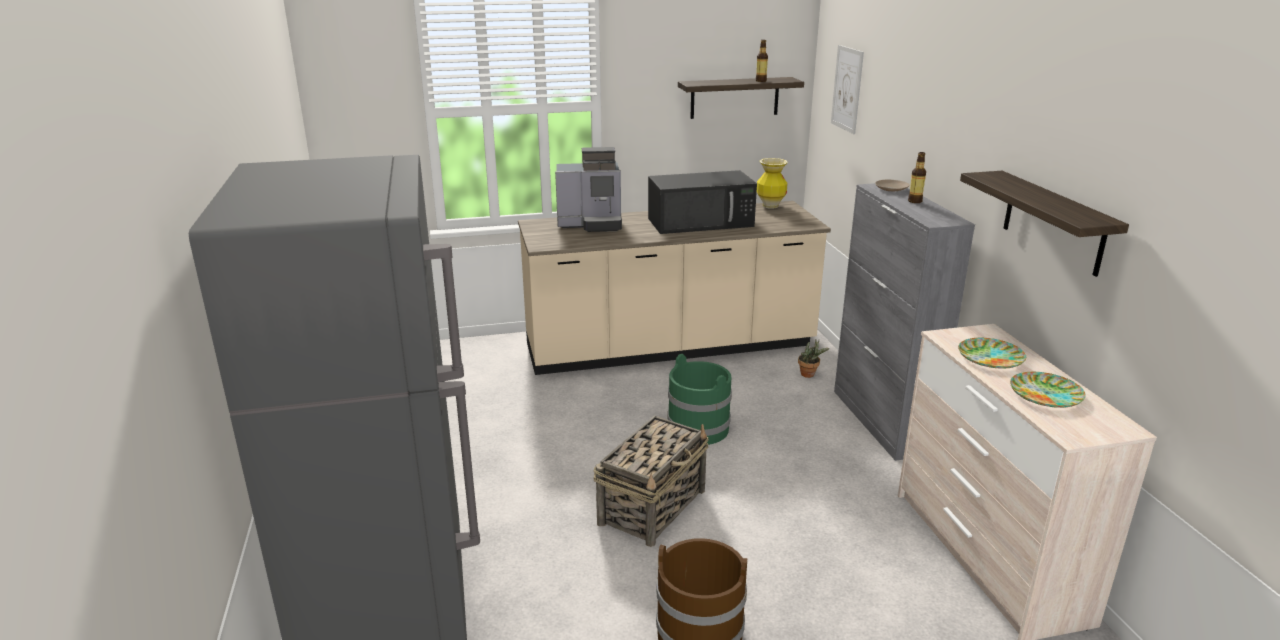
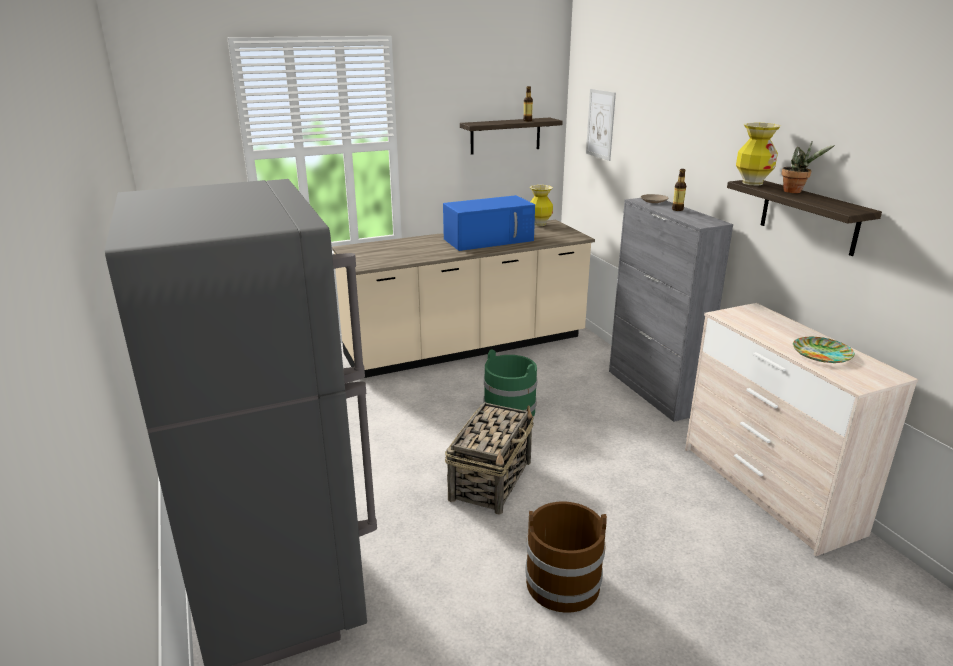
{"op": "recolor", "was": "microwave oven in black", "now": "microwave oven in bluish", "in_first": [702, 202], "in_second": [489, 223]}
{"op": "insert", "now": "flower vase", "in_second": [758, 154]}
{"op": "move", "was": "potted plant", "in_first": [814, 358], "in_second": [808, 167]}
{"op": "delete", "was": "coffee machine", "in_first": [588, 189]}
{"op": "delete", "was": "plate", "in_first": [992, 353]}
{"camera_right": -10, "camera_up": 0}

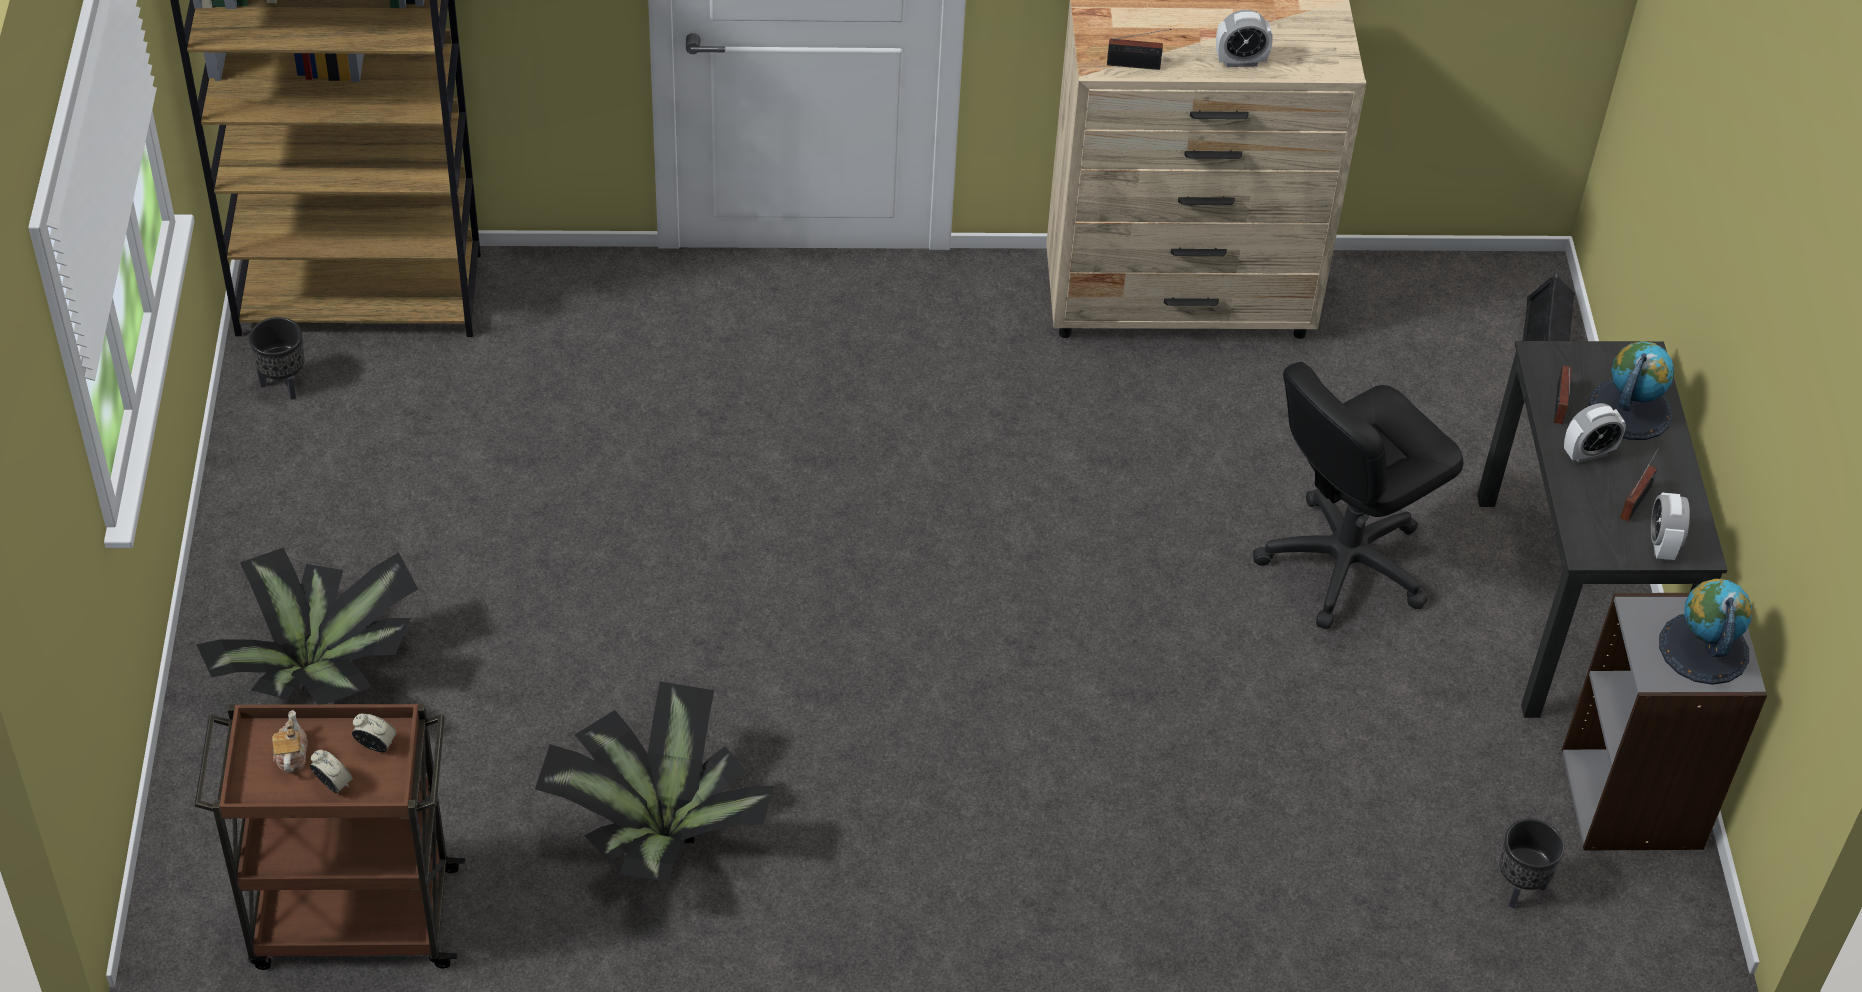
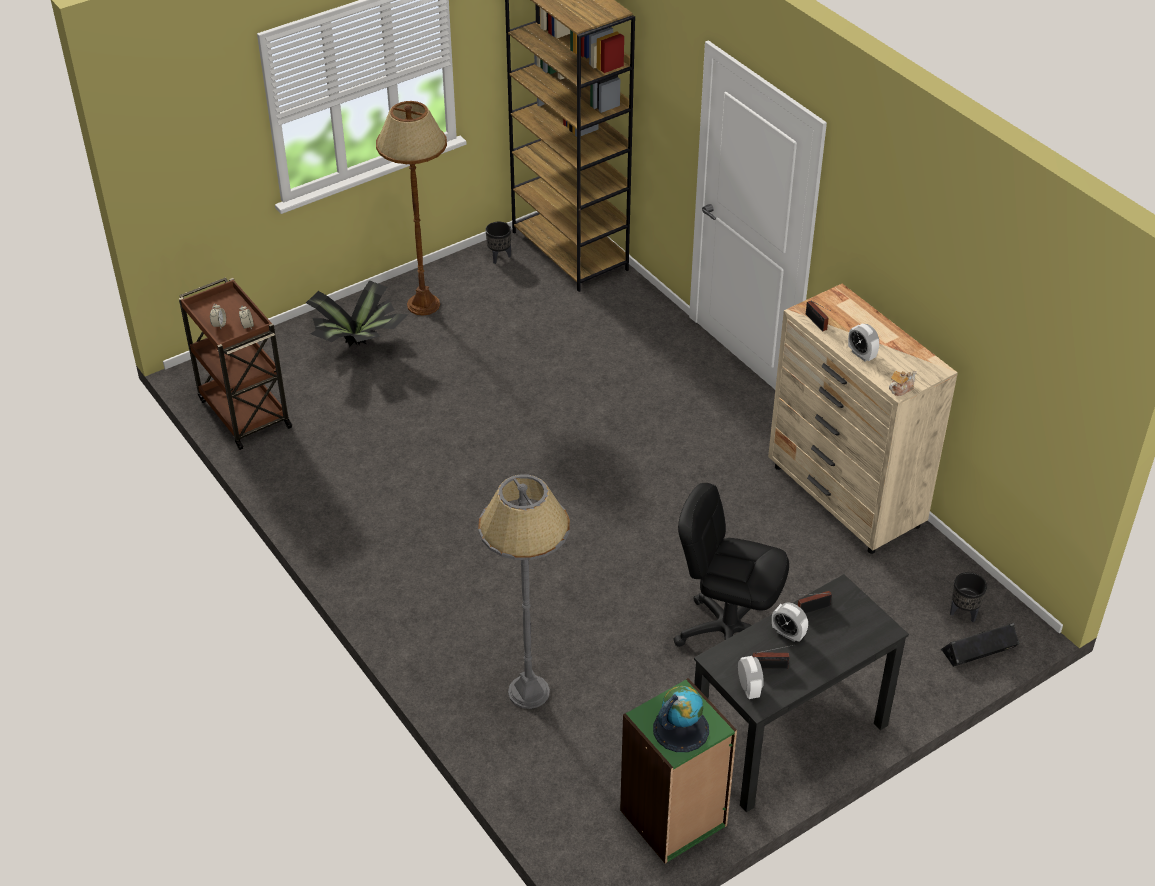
{"op": "insert", "now": "standing lamp in brownish", "in_second": [411, 208]}
{"op": "insert", "now": "standing lamp in gray", "in_second": [524, 591]}
{"op": "recolor", "was": "shelving unit in gray", "now": "shelving unit in green-coloured", "in_first": [1664, 722], "in_second": [678, 771]}
{"op": "rotate", "was": "bedside clock", "in_first": [1670, 526], "in_second": [751, 677], "clockwise": 105}
{"op": "move", "was": "teapot", "in_first": [290, 741], "in_second": [903, 383]}
{"op": "move", "was": "planter in black", "in_first": [1531, 863], "in_second": [968, 597]}
{"op": "delete", "was": "potted plant", "in_first": [654, 781]}
{"op": "delete", "was": "desk globe", "in_first": [1631, 390]}
{"camera_right": 60, "camera_up": -5}

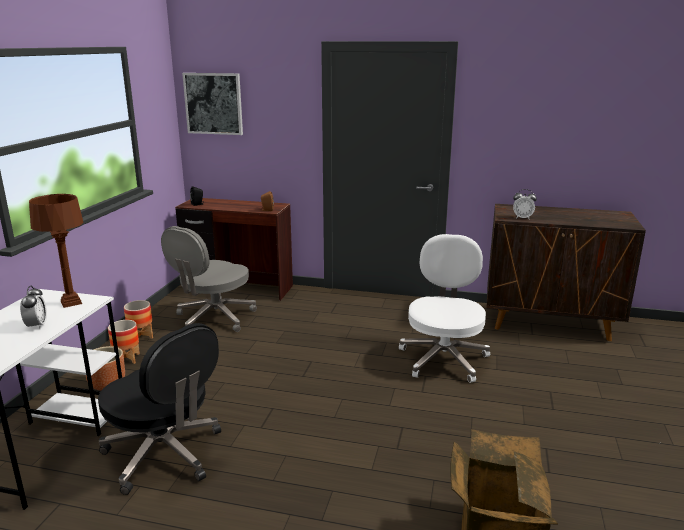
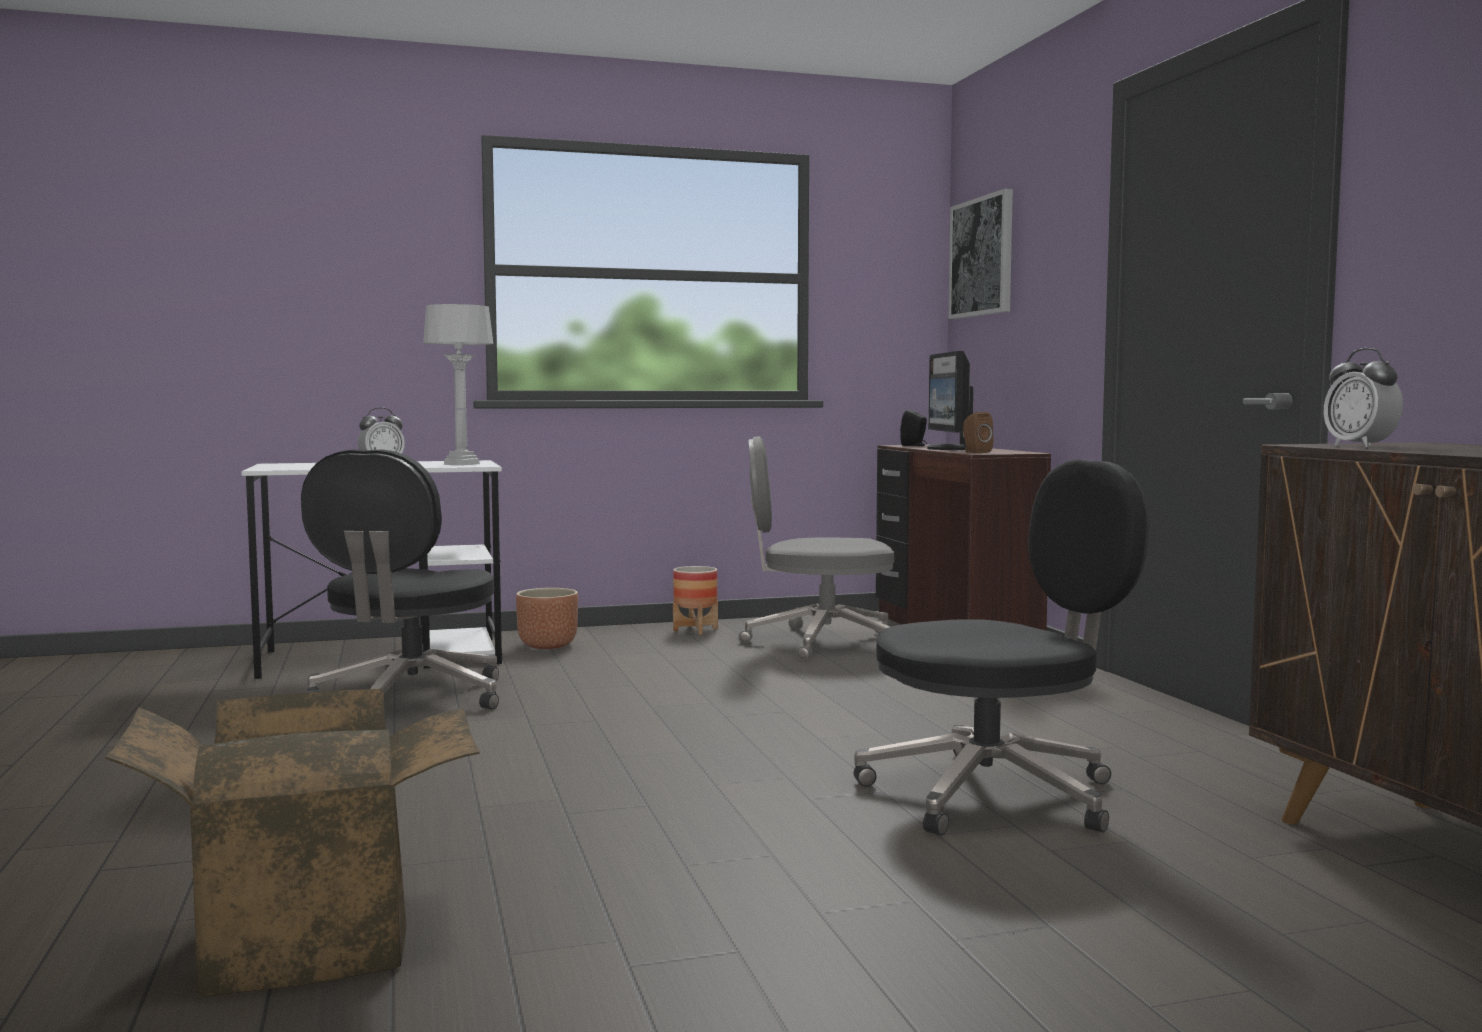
{"op": "recolor", "was": "table lamp in brownish", "now": "table lamp in gray", "in_first": [56, 251], "in_second": [458, 384]}
{"op": "recolor", "was": "office chair in white", "now": "office chair in black", "in_first": [444, 308], "in_second": [1001, 647]}
{"op": "insert", "now": "computer display", "in_second": [950, 400]}
{"op": "delete", "was": "planter", "in_first": [124, 342]}
{"camera_right": 60, "camera_up": -15}

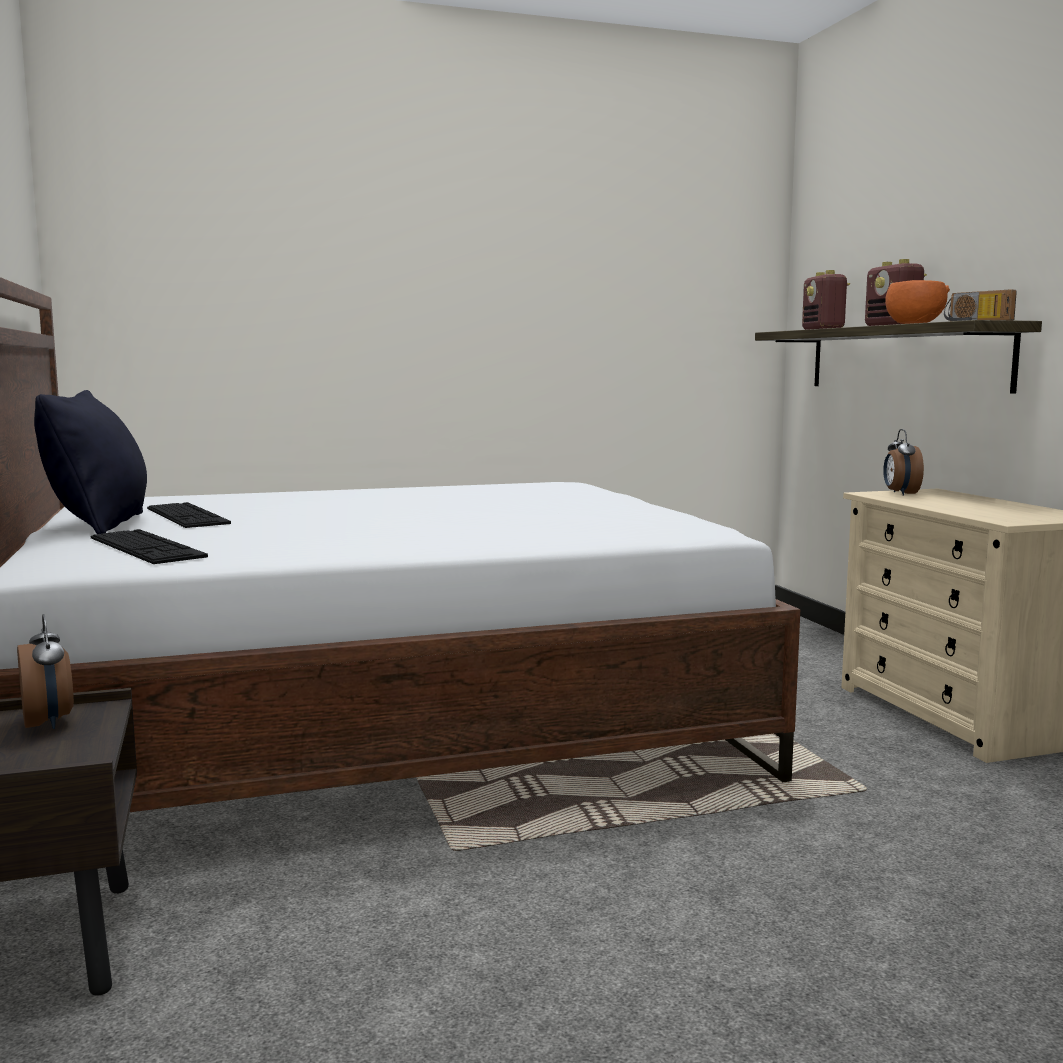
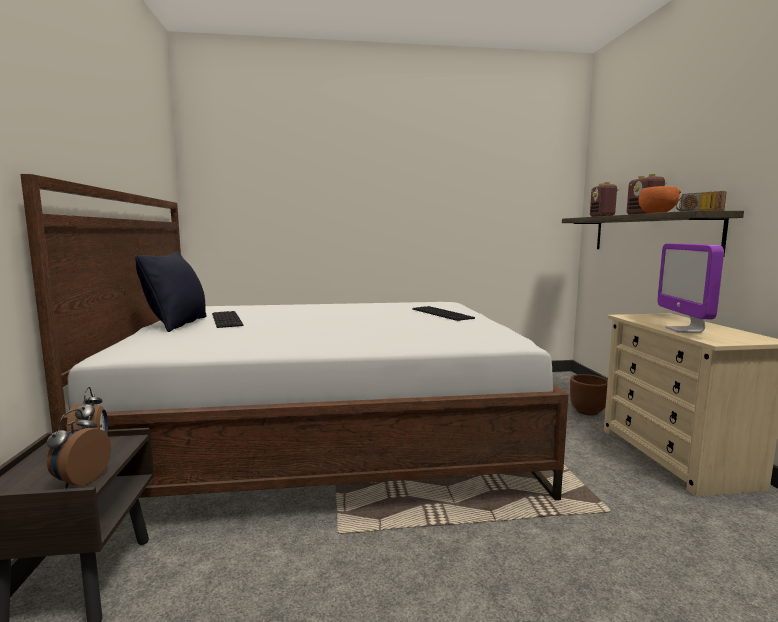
{"op": "move", "was": "bedside clock", "in_first": [903, 462], "in_second": [79, 449]}
{"op": "move", "was": "PC keyboard", "in_first": [149, 546], "in_second": [443, 313]}
{"op": "insert", "now": "planter in brownish", "in_second": [589, 394]}
{"op": "insert", "now": "computer display", "in_second": [690, 288]}
{"camera_right": 10, "camera_up": 0}

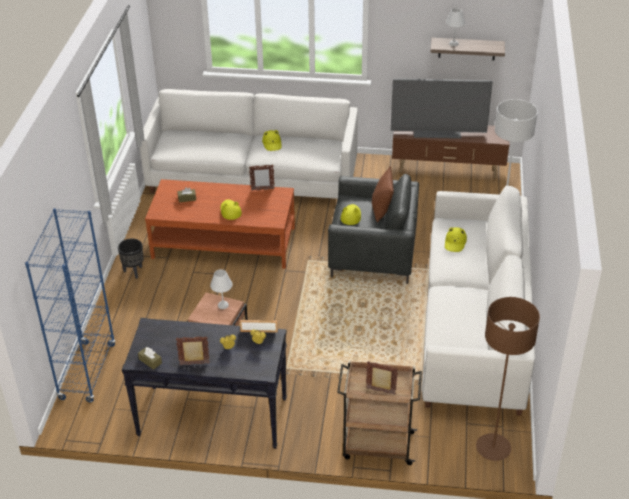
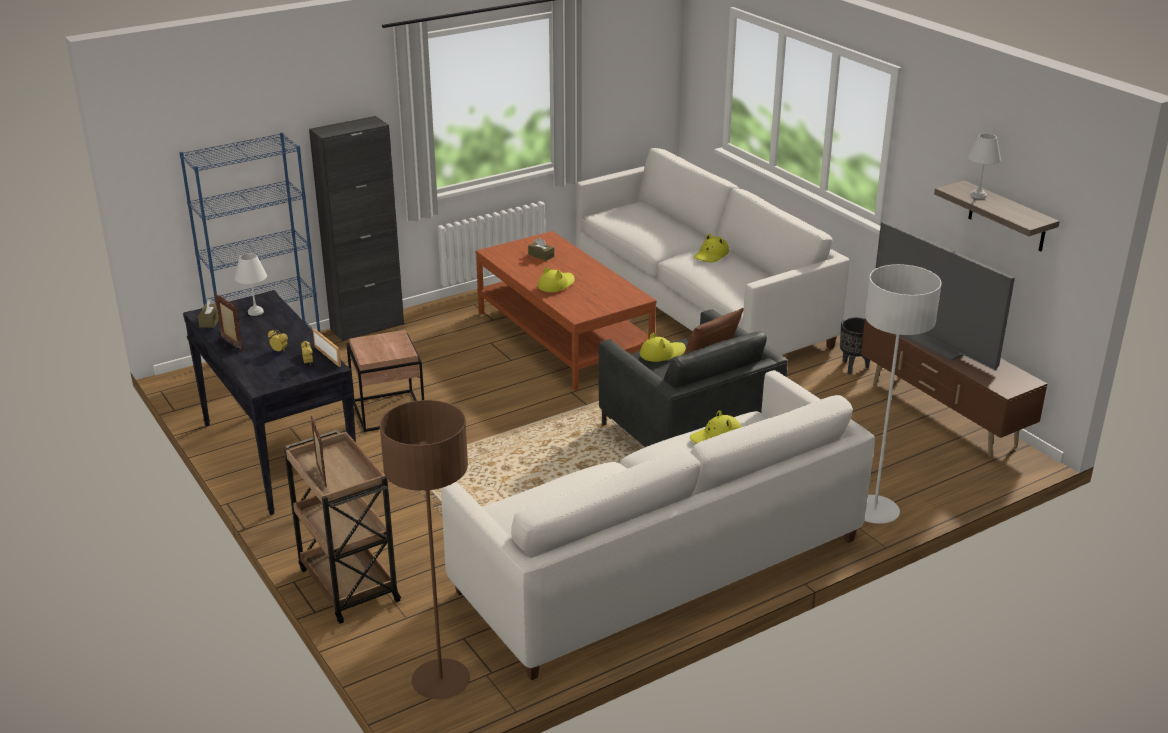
{"op": "move", "was": "table lamp in white", "in_first": [221, 289], "in_second": [251, 284]}
{"op": "insert", "now": "cabinet in black", "in_second": [356, 229]}
{"op": "move", "was": "planter in black", "in_first": [131, 258], "in_second": [855, 346]}
{"op": "delete", "was": "picture frame", "in_first": [262, 177]}
{"camera_right": 50, "camera_up": -10}

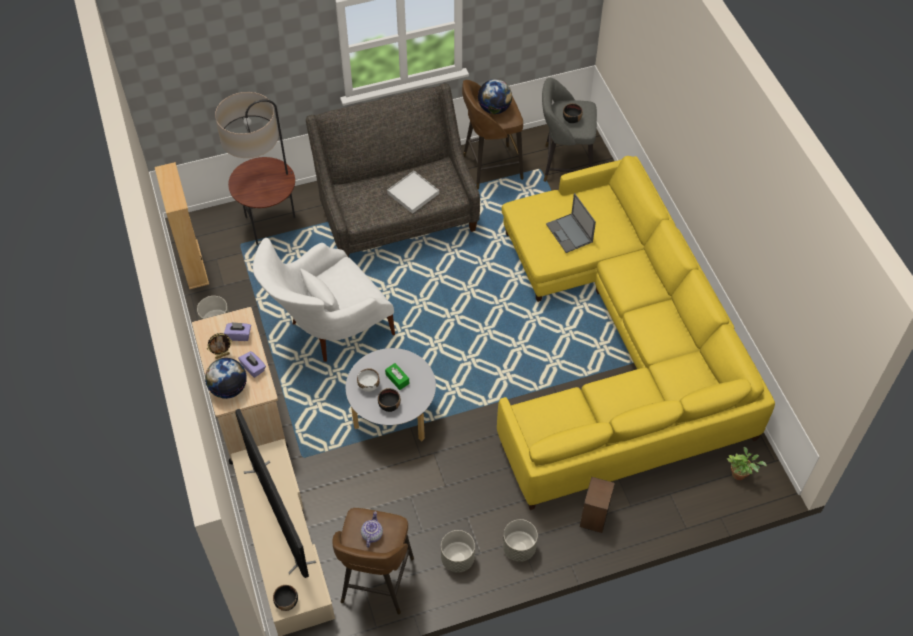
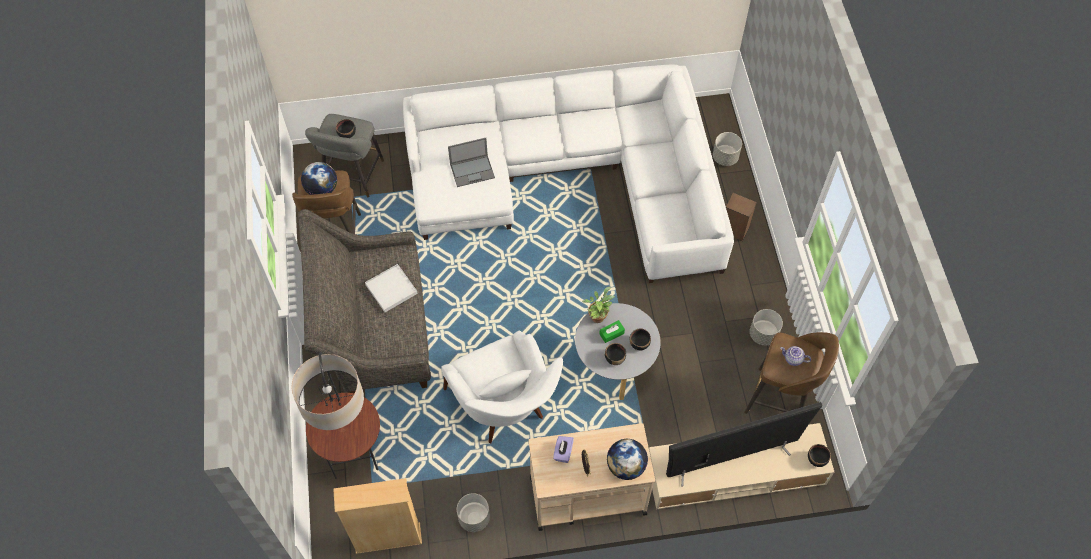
{"op": "recolor", "was": "settee in yellowish", "now": "settee in white", "in_first": [636, 333], "in_second": [568, 173]}
{"op": "move", "was": "potted plant", "in_first": [747, 463], "in_second": [598, 305]}
{"op": "recolor", "was": "serving bowl in white", "now": "serving bowl in black", "in_first": [368, 380], "in_second": [615, 354]}
{"op": "move", "was": "planter in gray", "in_first": [520, 540], "in_second": [727, 149]}
{"op": "delete", "was": "tissue box in purple-coloured", "in_first": [252, 364]}
{"camera_right": -80, "camera_up": 5}

